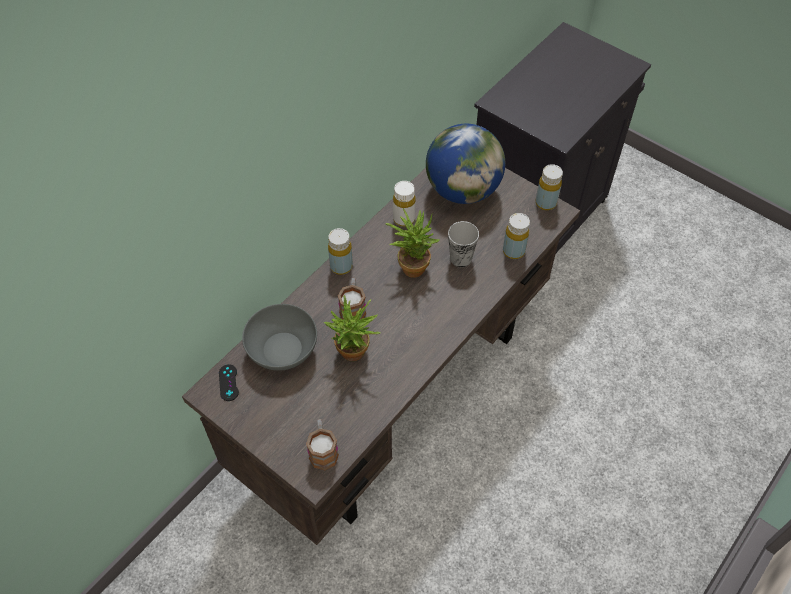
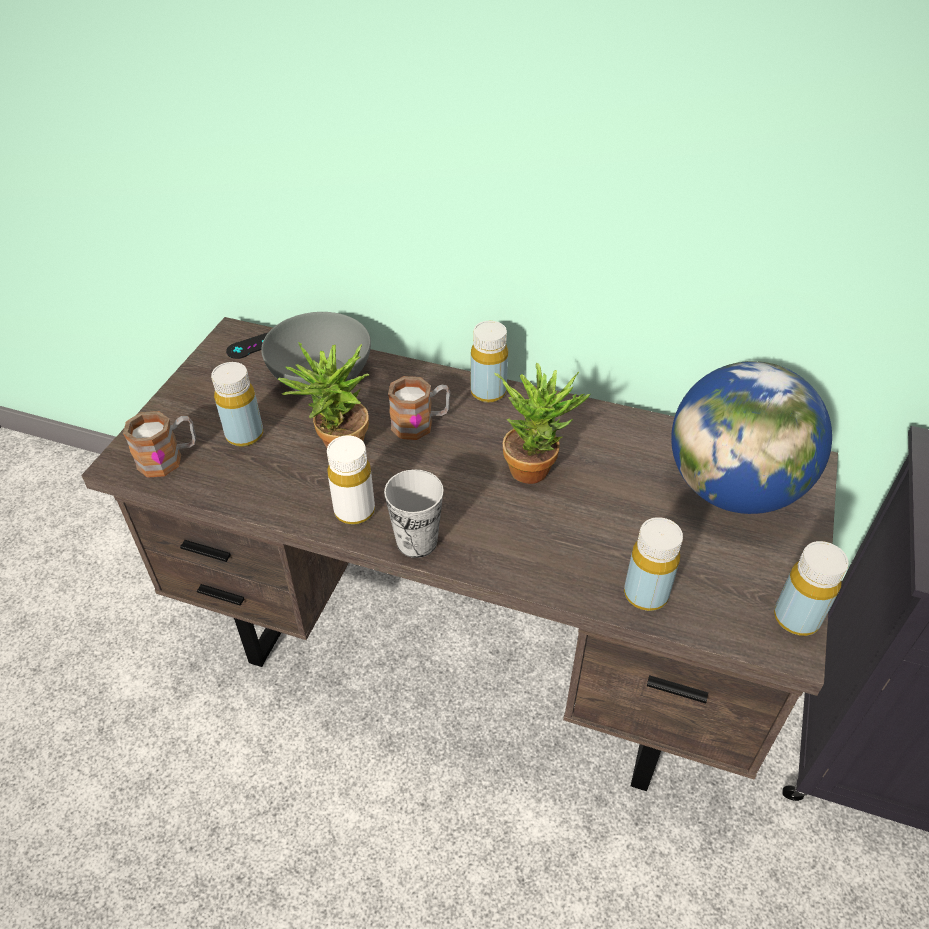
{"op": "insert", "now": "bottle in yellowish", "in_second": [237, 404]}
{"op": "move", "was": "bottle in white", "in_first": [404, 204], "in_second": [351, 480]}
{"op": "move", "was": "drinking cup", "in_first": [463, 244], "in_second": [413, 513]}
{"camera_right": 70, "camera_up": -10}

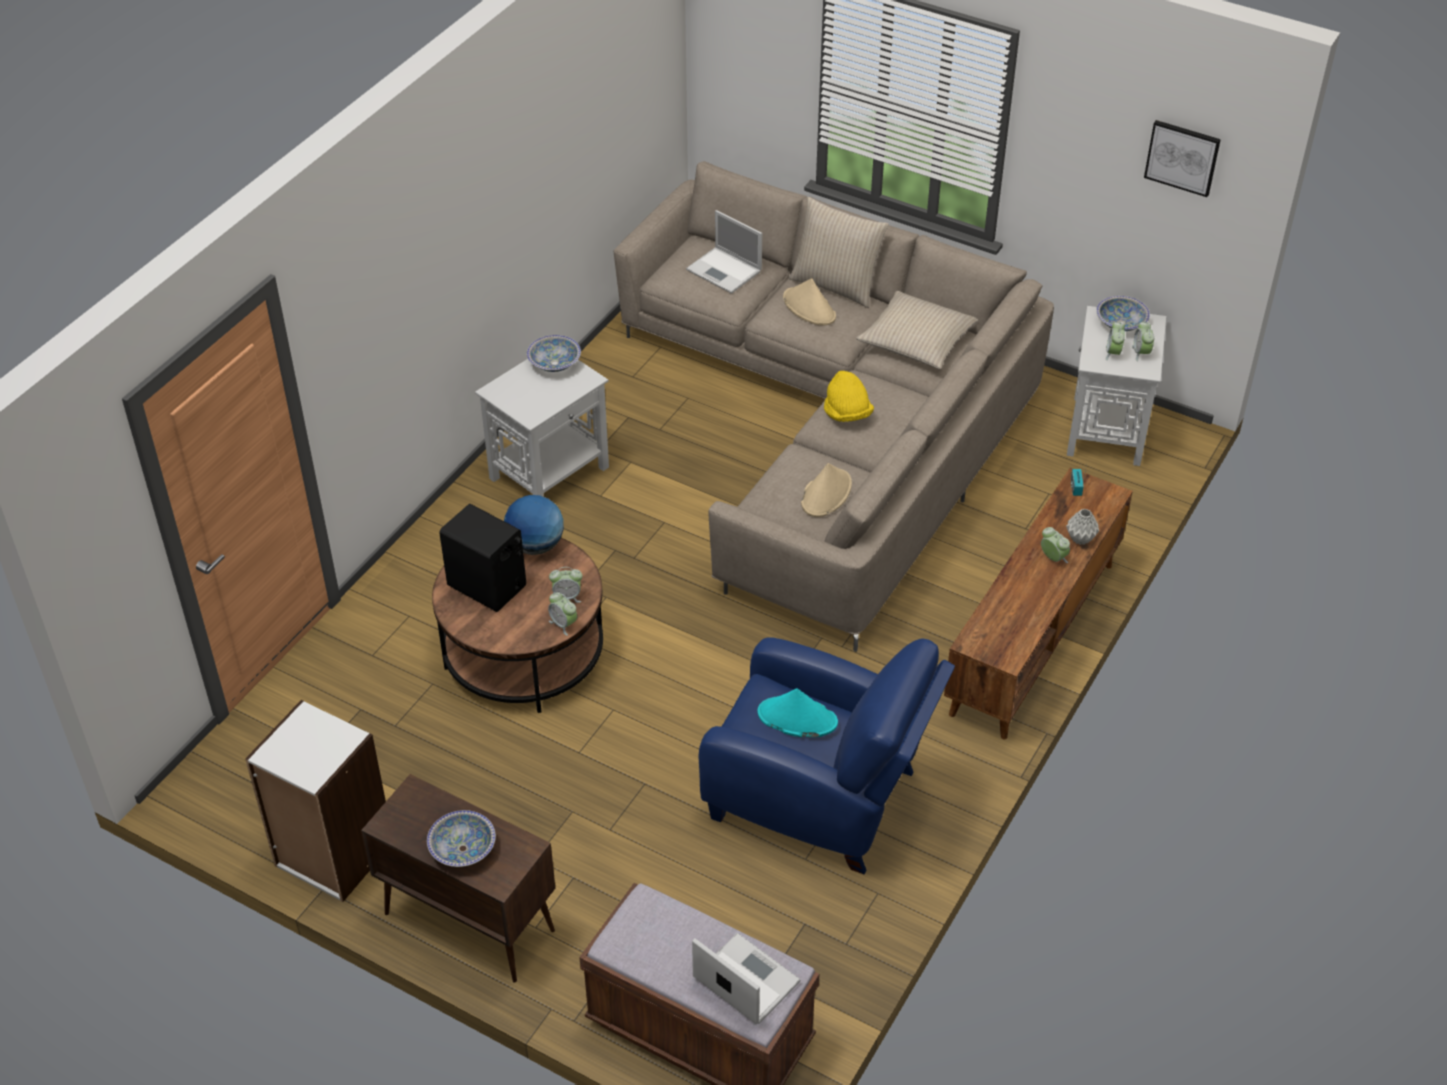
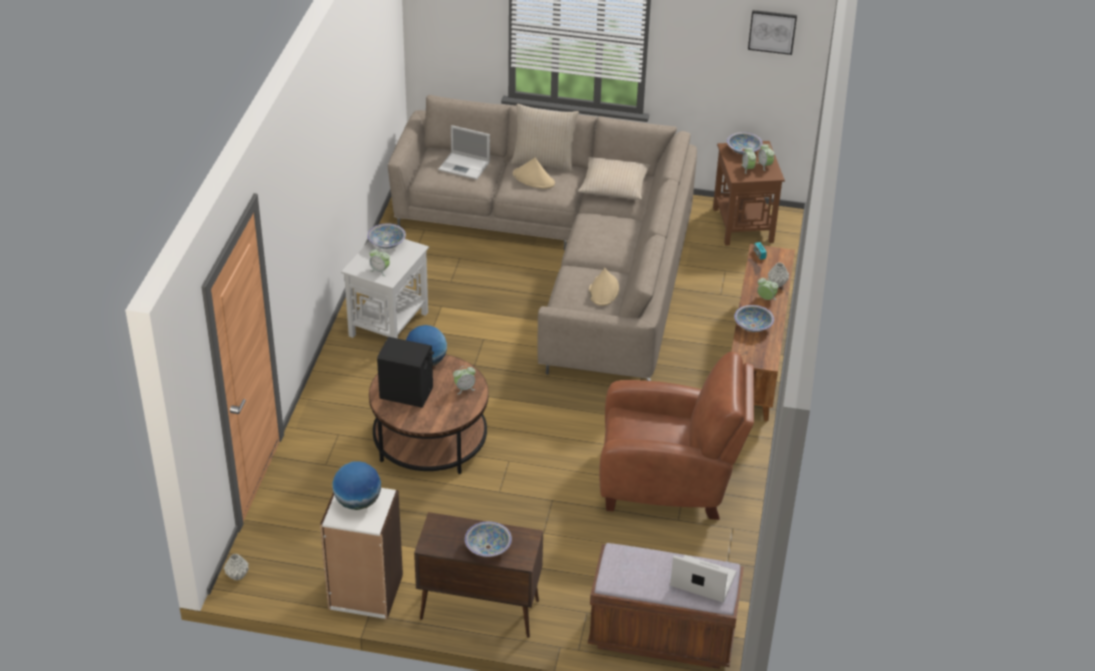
{"op": "insert", "now": "flower vase in gray", "in_second": [236, 567]}
{"op": "insert", "now": "desk globe", "in_second": [356, 485]}
{"op": "move", "was": "bedside clock", "in_first": [562, 614], "in_second": [379, 262]}
{"op": "recolor", "was": "easy chair in bluish", "now": "easy chair in brownish", "in_first": [826, 756], "in_second": [676, 436]}
{"op": "recolor", "was": "side table in white", "now": "side table in brownish", "in_first": [1117, 386], "in_second": [749, 193]}
{"op": "insert", "now": "serving bowl", "in_second": [754, 318]}
{"op": "delete", "was": "hat in blue-green", "in_first": [797, 712]}
{"op": "delete", "was": "hat in yellowish", "in_first": [849, 396]}
{"camera_right": -20, "camera_up": -5}

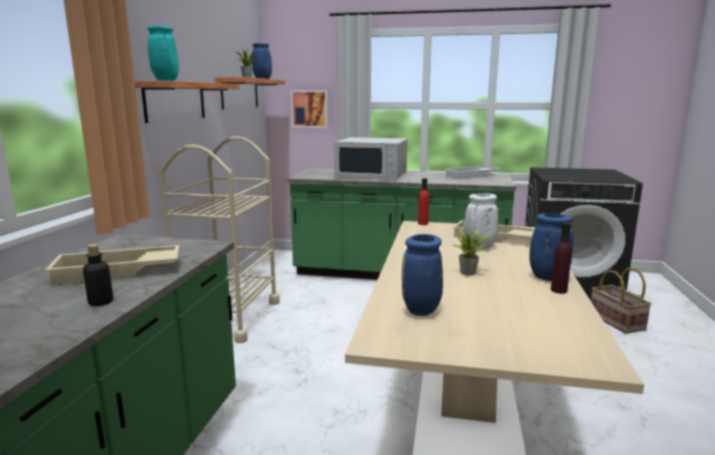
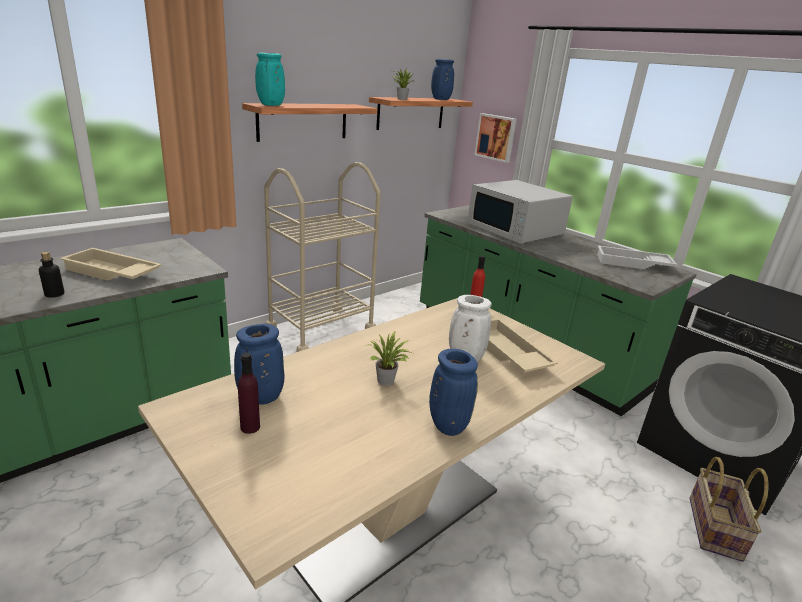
{"op": "move", "was": "bottle in purple-coloured", "in_first": [561, 258], "in_second": [249, 393]}
{"camera_right": 35, "camera_up": 10}

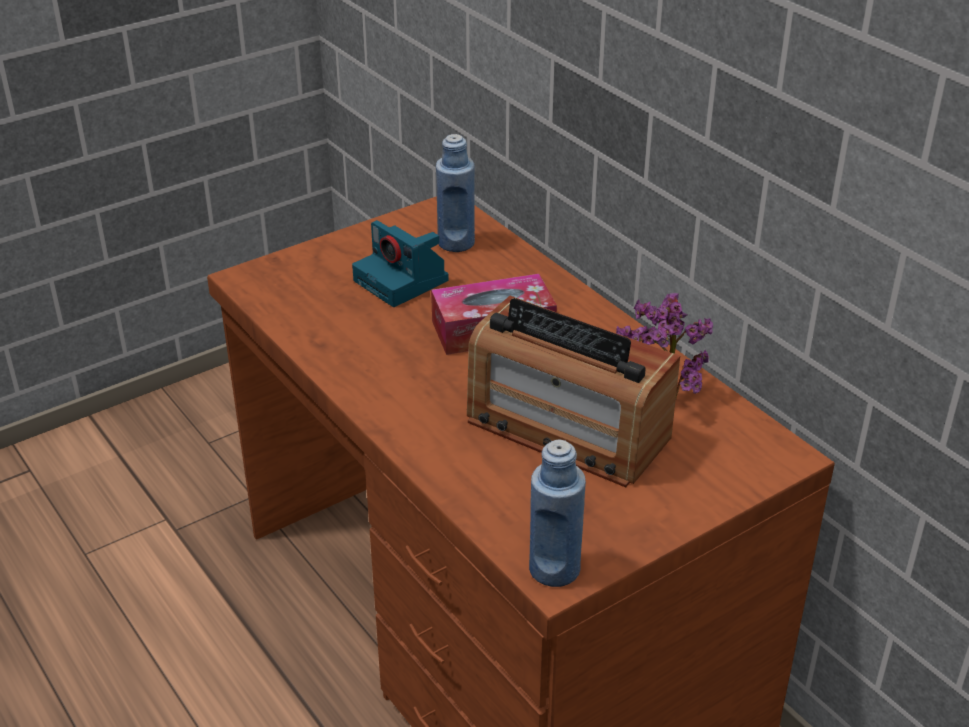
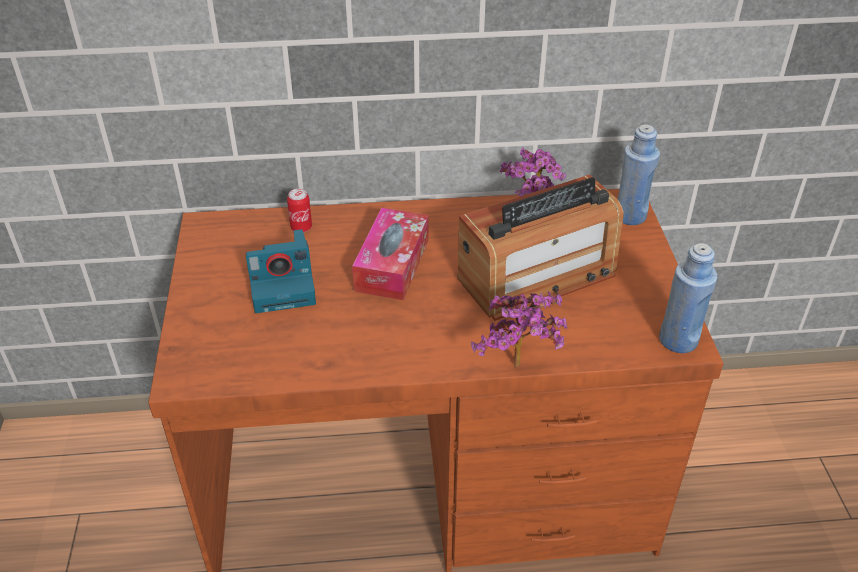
{"op": "insert", "now": "can", "in_second": [299, 210]}
{"op": "insert", "now": "potted plant", "in_second": [519, 329]}
{"op": "move", "was": "bottle in bluish", "in_first": [455, 193], "in_second": [639, 174]}
{"camera_right": -60, "camera_up": 5}

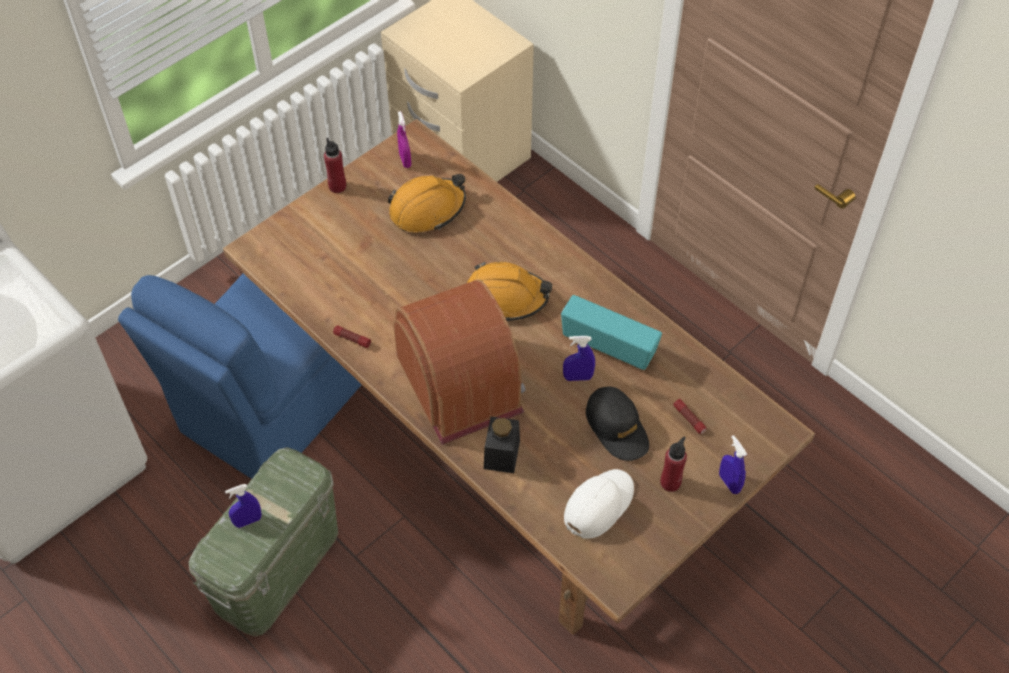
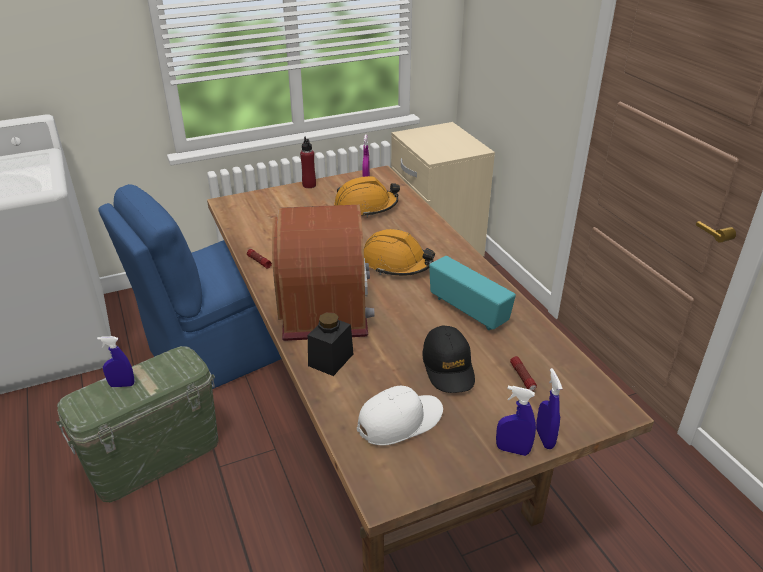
{"op": "move", "was": "spray bottle in bluish", "in_first": [579, 358], "in_second": [516, 421]}
{"op": "delete", "was": "bottle in reddish", "in_first": [673, 464]}
{"camera_right": 20, "camera_up": -20}

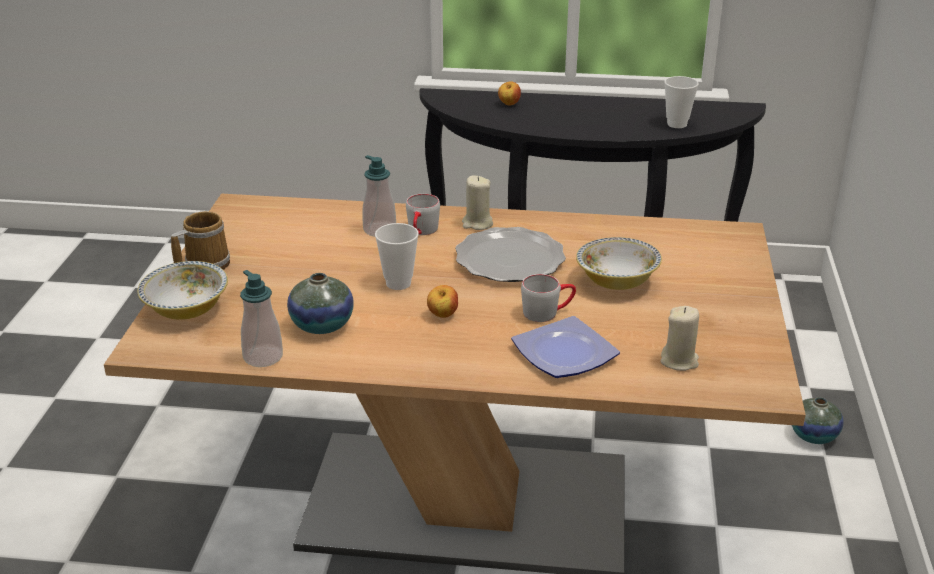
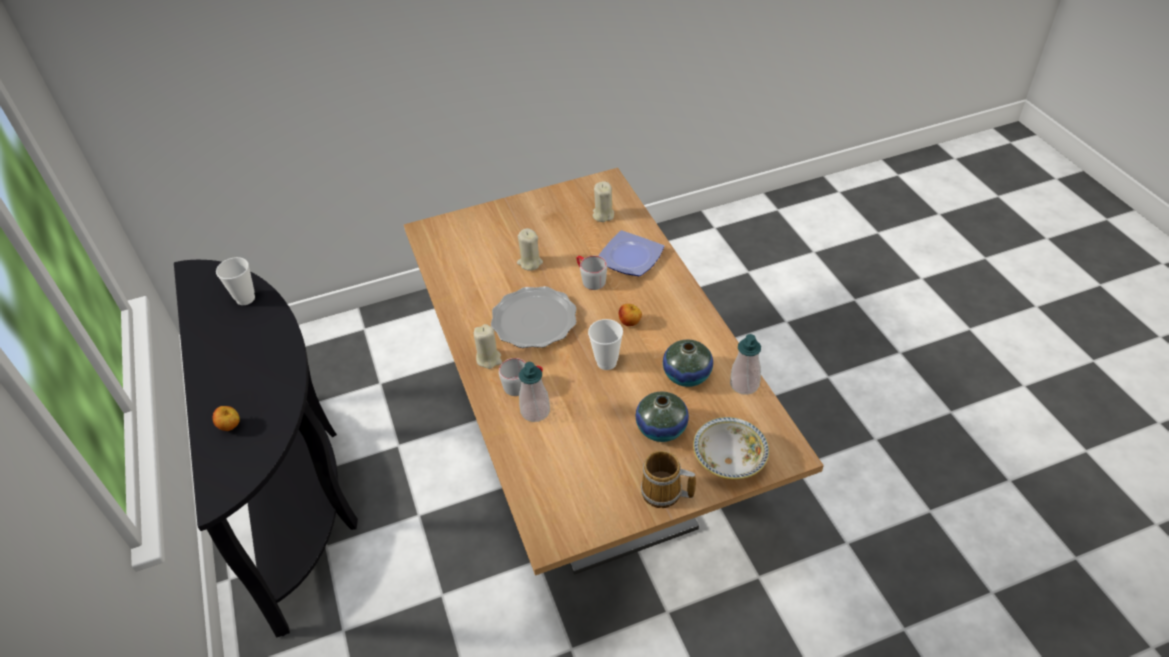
{"op": "replace", "was": "serving bowl", "now": "wax light in beige", "in_first": [619, 263], "in_second": [530, 249]}
{"op": "move", "was": "flower vase", "in_first": [818, 420], "in_second": [662, 417]}
{"camera_right": -115, "camera_up": 15}

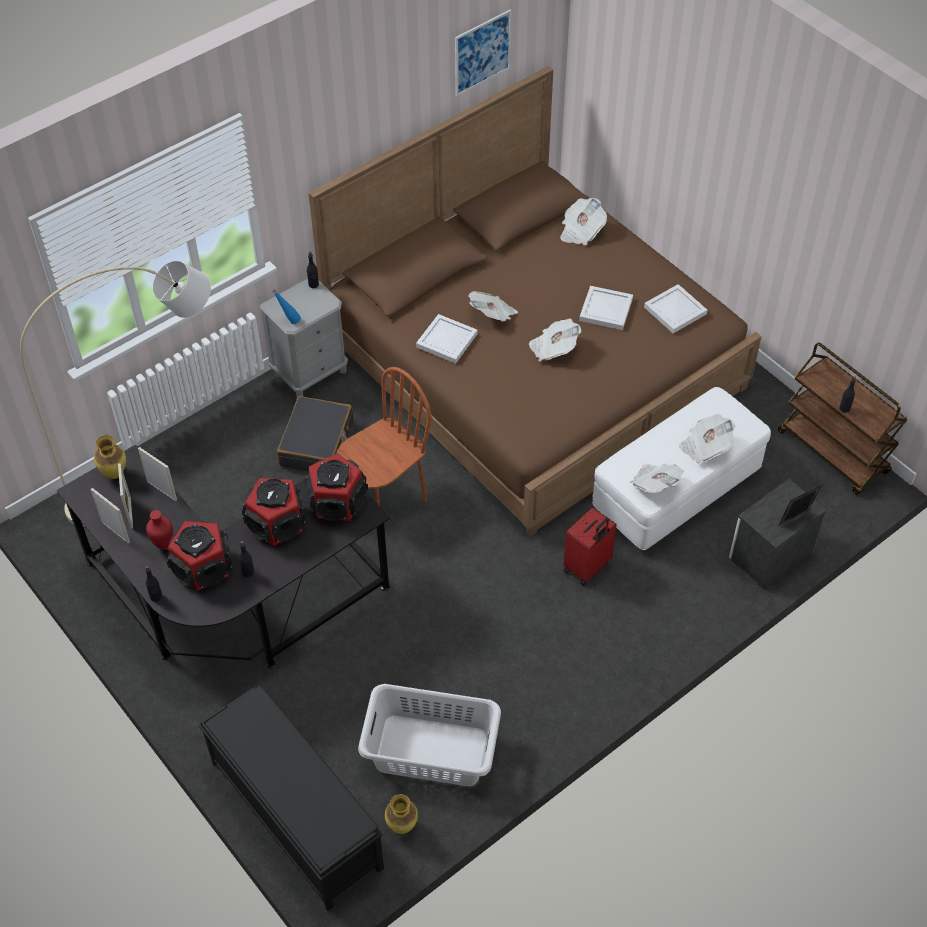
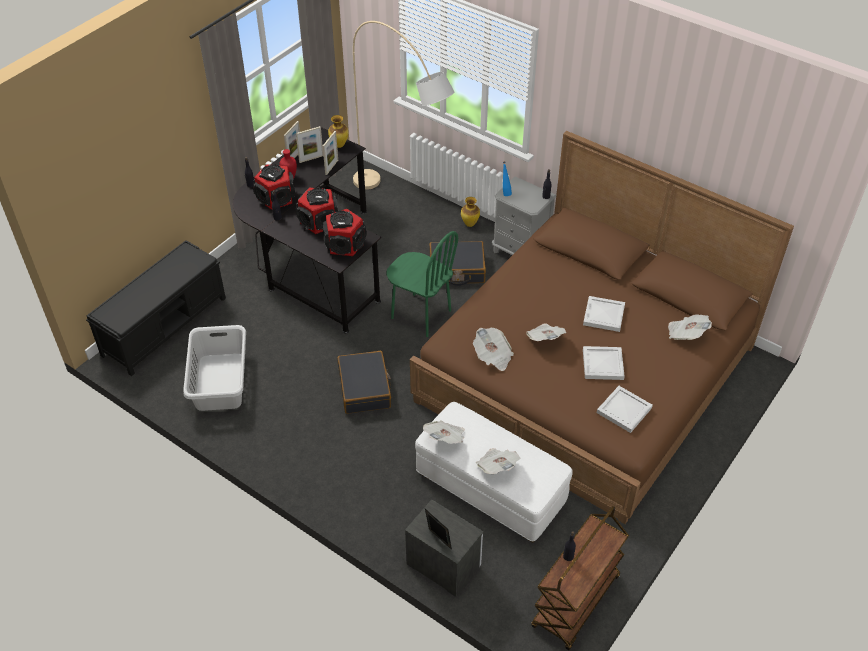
{"op": "insert", "now": "piece of luggage in black", "in_second": [364, 382]}
{"op": "recolor", "was": "plain chair in brownish", "now": "plain chair in green-coloured", "in_first": [383, 436], "in_second": [422, 284]}
{"op": "move", "was": "flower vase", "in_first": [401, 814], "in_second": [470, 212]}
{"op": "move", "was": "newspaper", "in_first": [493, 306], "in_second": [493, 349]}
{"op": "move", "was": "serving tray in white", "in_first": [447, 339], "in_second": [604, 314]}
{"op": "delete", "was": "picture", "in_first": [483, 53]}
{"op": "delete", "was": "piece of luggage in reddish", "in_first": [589, 546]}
{"camera_right": 75, "camera_up": -5}

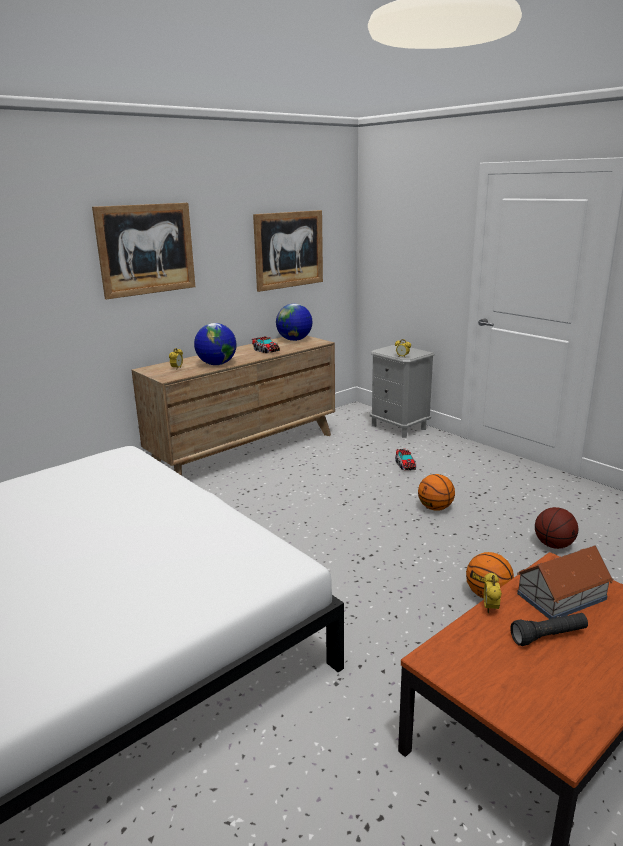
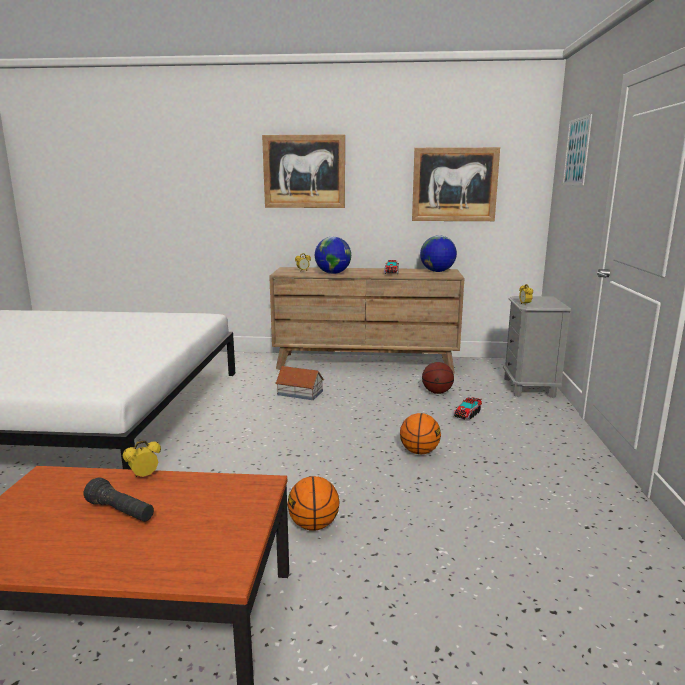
{"op": "move", "was": "toy house", "in_first": [565, 582], "in_second": [300, 383]}
{"op": "move", "was": "basketball ball", "in_first": [556, 528], "in_second": [438, 378]}
{"op": "insert", "now": "picture", "in_second": [577, 149]}
{"camera_right": 45, "camera_up": -5}

